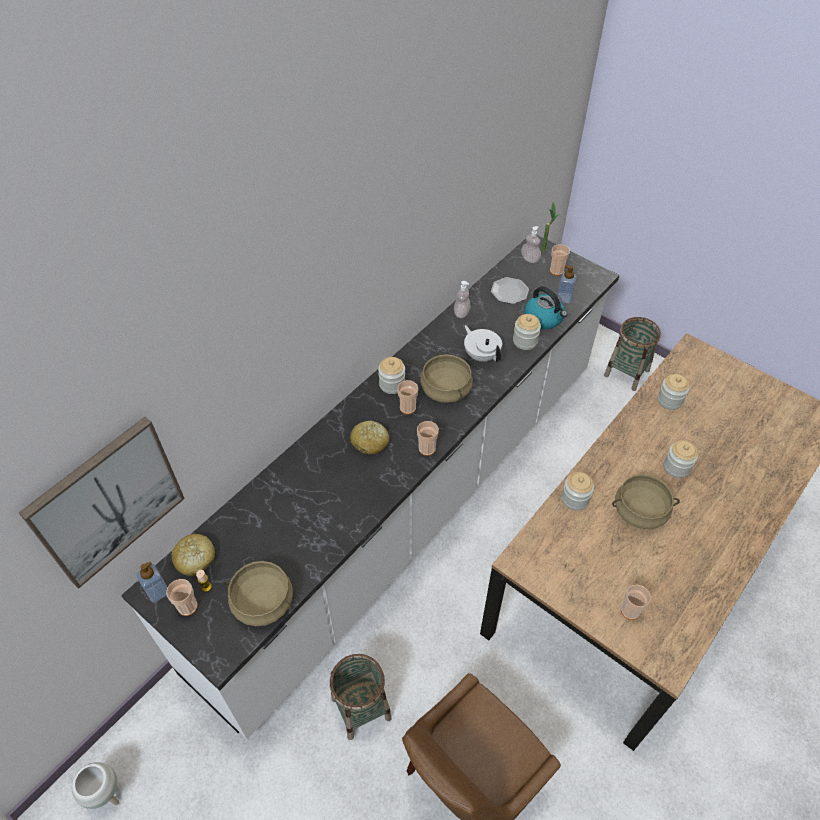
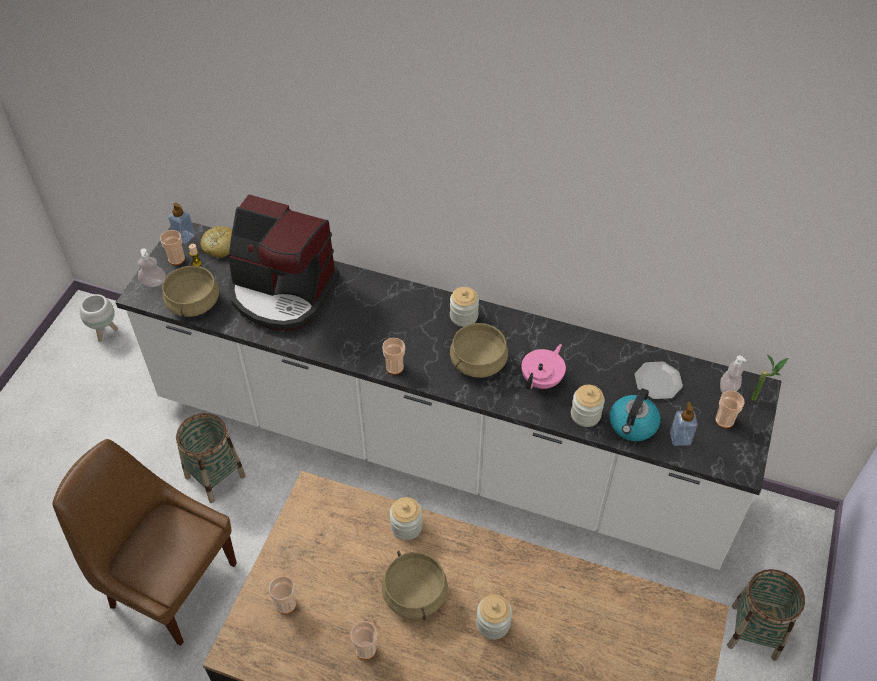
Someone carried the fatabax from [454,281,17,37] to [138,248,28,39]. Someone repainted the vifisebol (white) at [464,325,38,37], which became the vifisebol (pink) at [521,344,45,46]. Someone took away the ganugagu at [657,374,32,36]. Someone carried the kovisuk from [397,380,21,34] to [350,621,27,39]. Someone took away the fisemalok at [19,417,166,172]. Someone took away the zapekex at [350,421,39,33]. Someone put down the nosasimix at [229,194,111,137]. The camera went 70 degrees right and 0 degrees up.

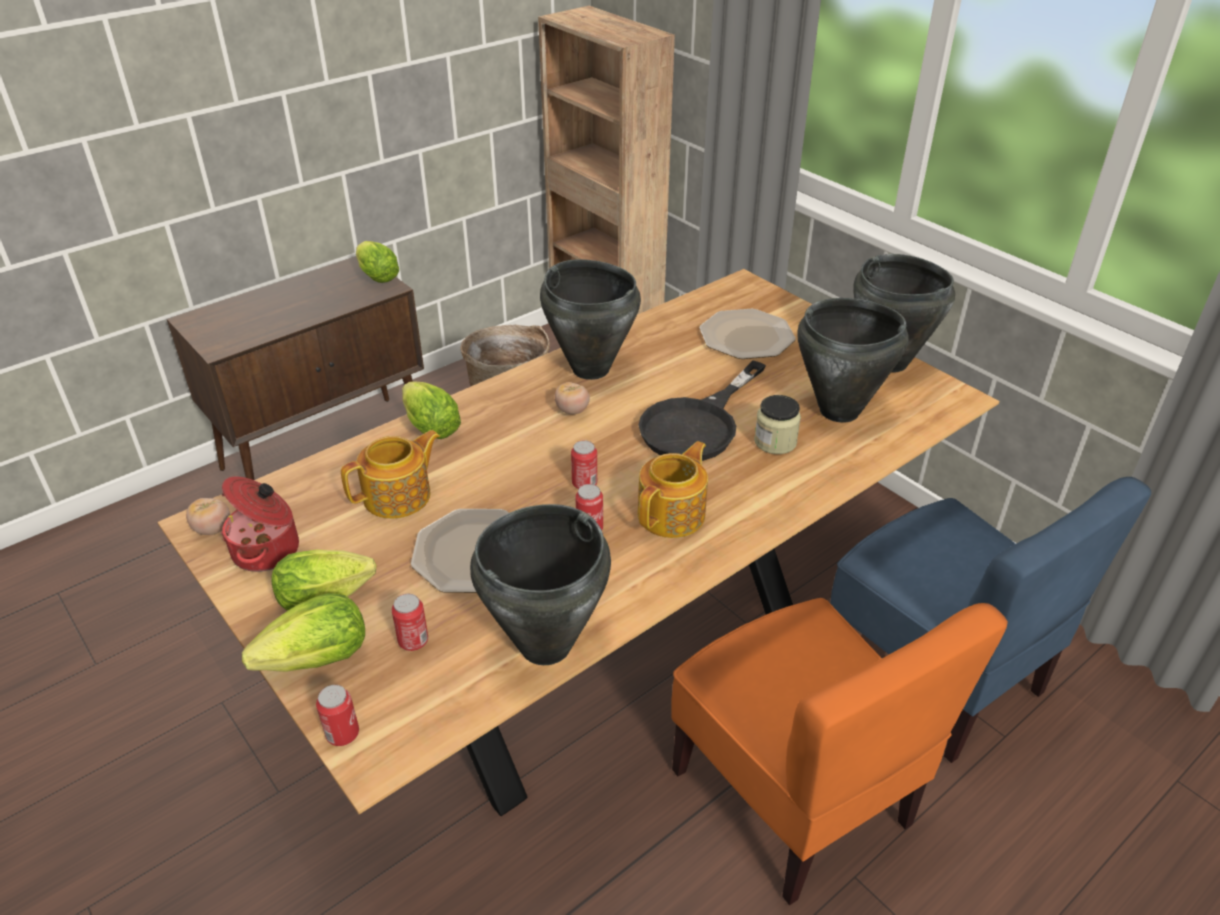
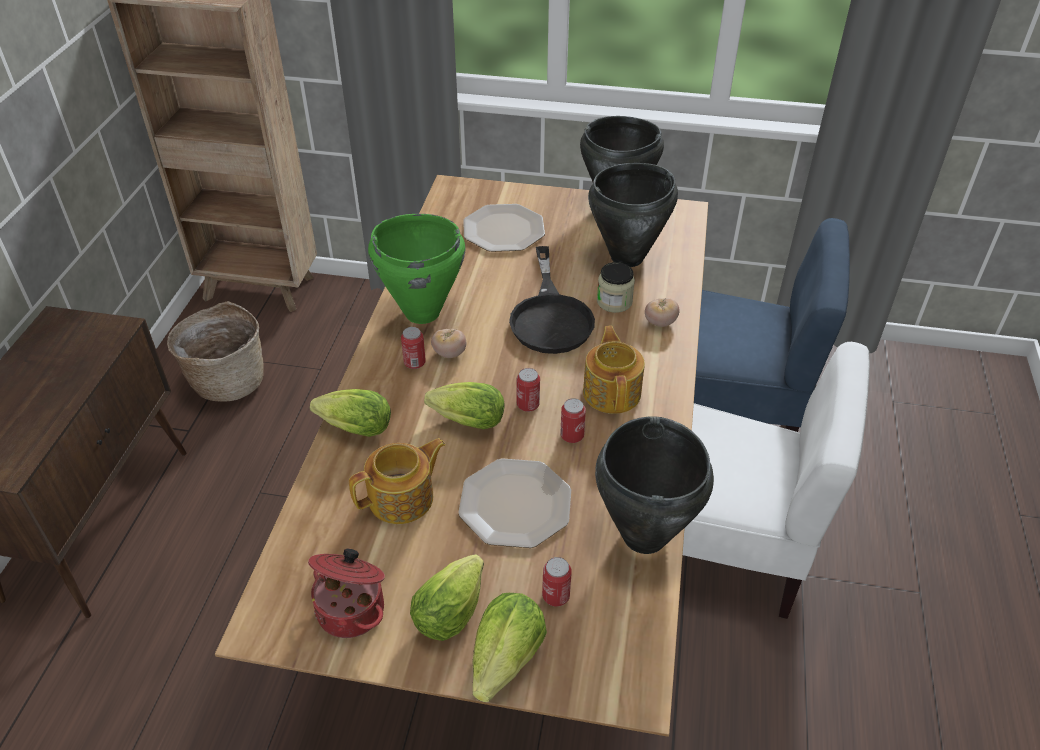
Someone carried the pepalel from [356,241,43,42] to [424,382,80,47]. Someone repainted the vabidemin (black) at [540,259,101,121], which became the vabidemin (green) at [368,214,98,110]. Someone rotated the vifisebol at [341,430,99,89] by 45 degrees clockwise. Someone carried the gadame from [186,498,44,37] to [645,298,35,29]. Someone repainted the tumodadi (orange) at [671,598,337,307], which became the tumodadi (white) at [683,342,187,277]. Someone carried the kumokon from [316,685,43,61] to [401,327,25,42]. The camera went 40 degrees left and 5 degrees up.

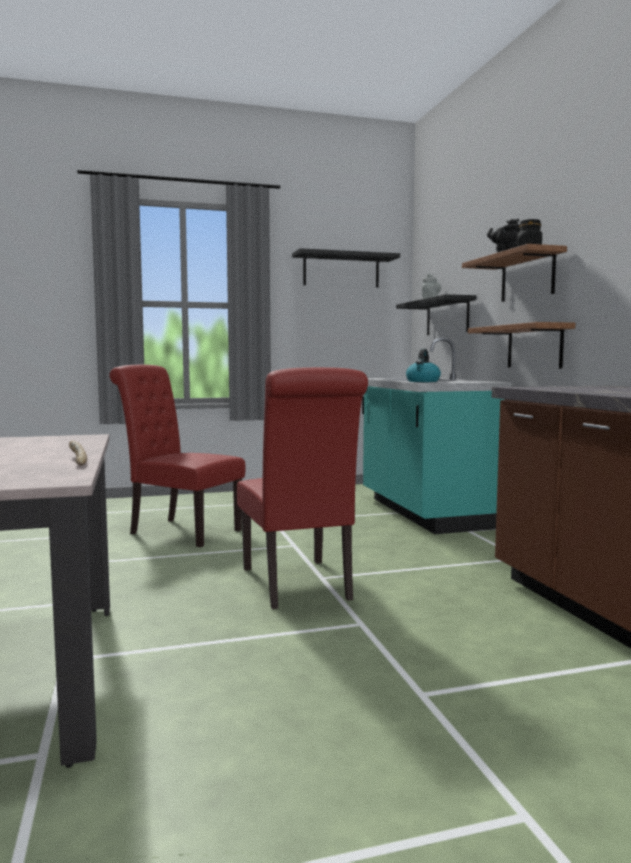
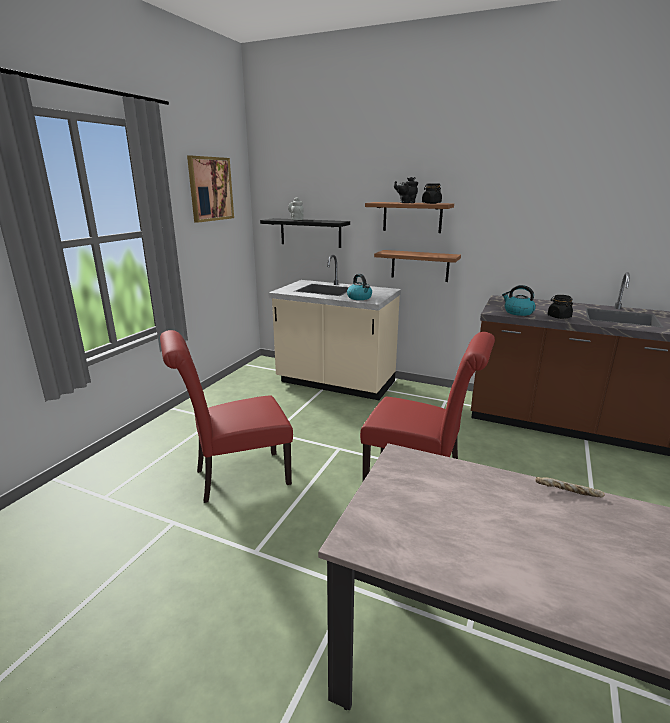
Someone swapped the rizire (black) at [292,248,108,40] for the fisemalok at [187,156,47,67]. Someone repainted the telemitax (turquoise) at [362,338,149,196], which became the telemitax (beige) at [268,255,133,145]. Someone put down the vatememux at [502,285,34,31]. Someone put down the ganugagu (black) at [548,295,25,24]. The camera went 50 degrees left and 15 degrees up.

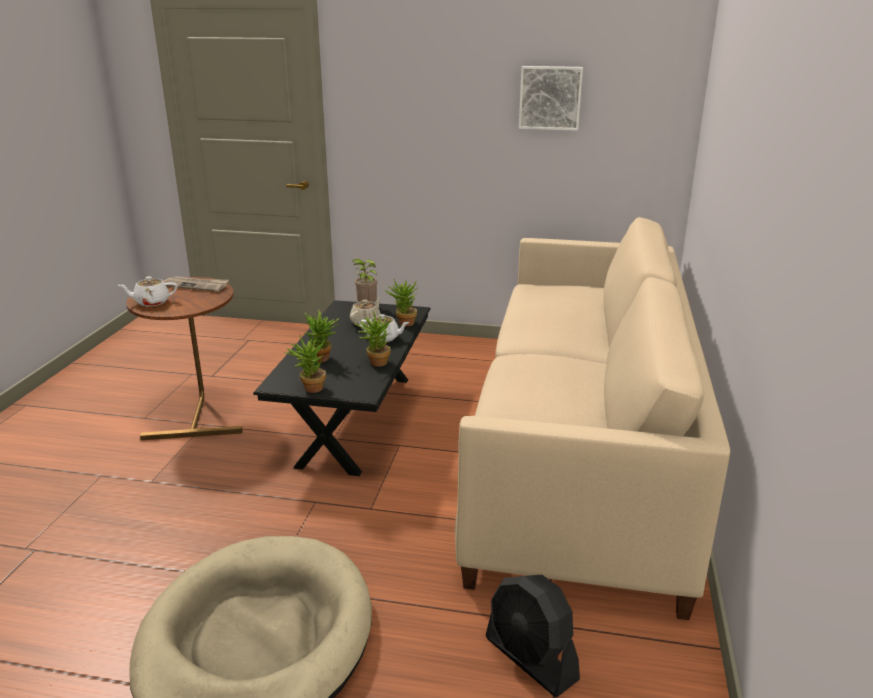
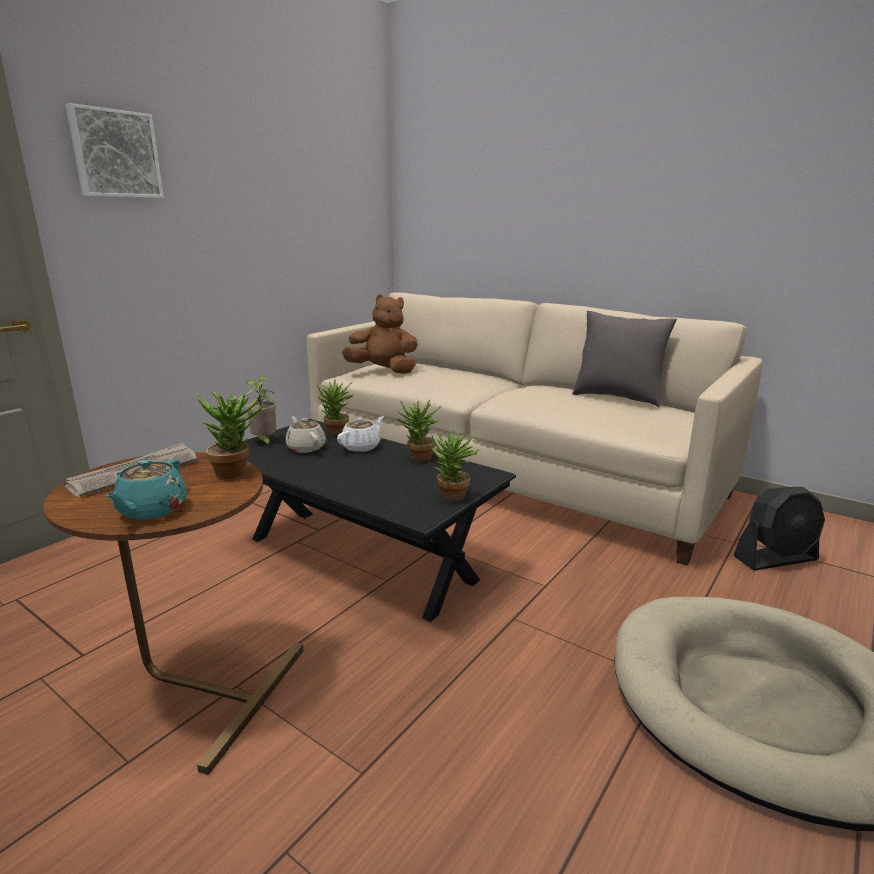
Someone carried the fisemalok from [519,66,64,65] to [65,103,99,95]. Someone repainted the vifisebol (white) at [118,276,59,30], which became the vifisebol (turquoise) at [105,459,82,61]. Someone carried the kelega from [305,310,35,53] to [196,392,69,87]. Someone put down the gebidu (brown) at [342,294,76,80]. Someone put down the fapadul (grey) at [572,311,105,96]. The camera went 65 degrees left and 5 degrees down.

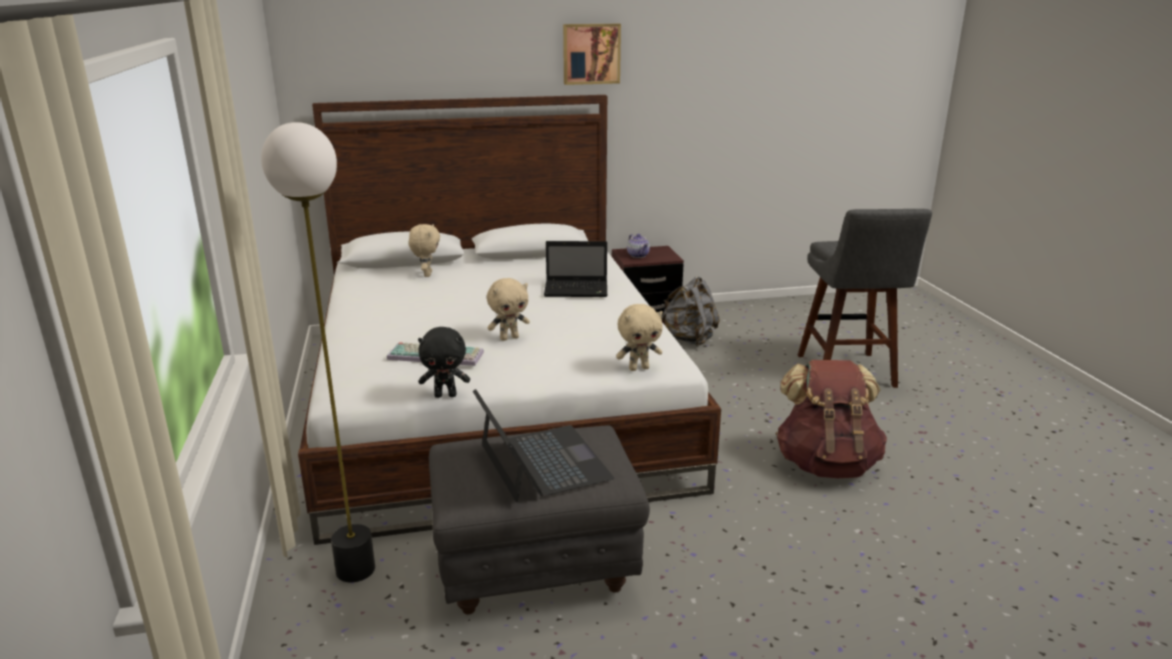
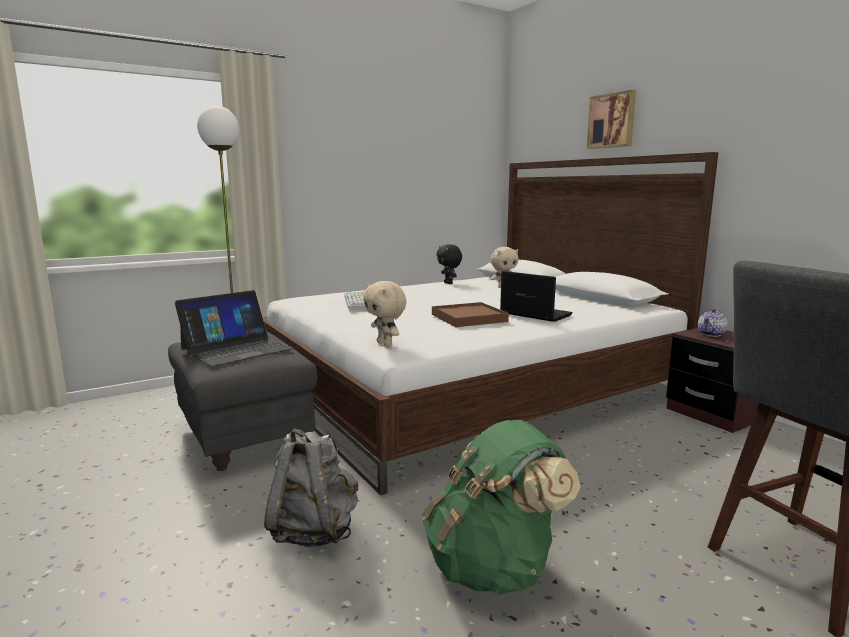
Someone carried the fisemalok from [563,24,58,61] to [587,90,49,59]. Someone rotated the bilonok at [544,241,63,56] by 150 degrees clockwise. Someone carried the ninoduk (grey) from [661,277,59,69] to [264,428,94,119]. Someone took away the gebidu (beige) at [487,278,43,63]. Someone carried the gebidu (black) from [418,327,52,71] to [436,244,26,40]. Someone repainted the ninoduk (brown) at [775,360,112,118], which became the ninoduk (green) at [422,420,159,175]. Someone put down the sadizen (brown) at [432,302,77,25]. The camera went 70 degrees right and 10 degrees down.

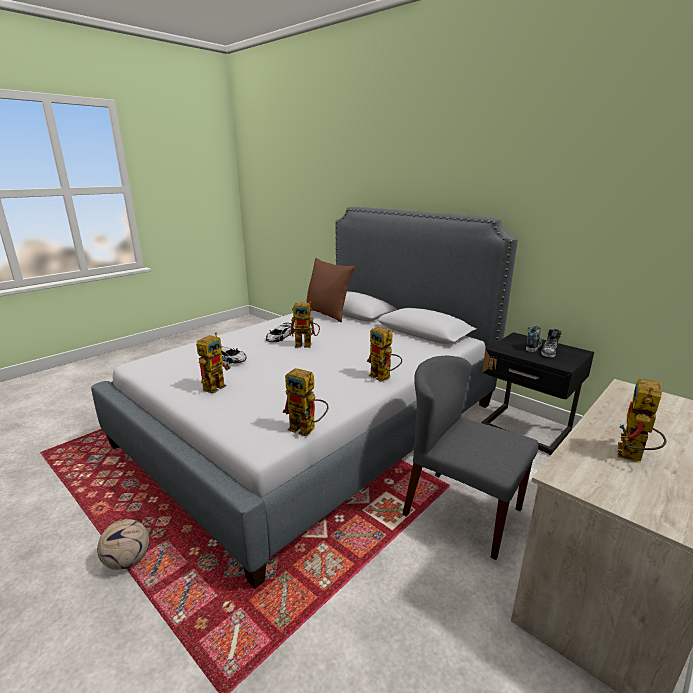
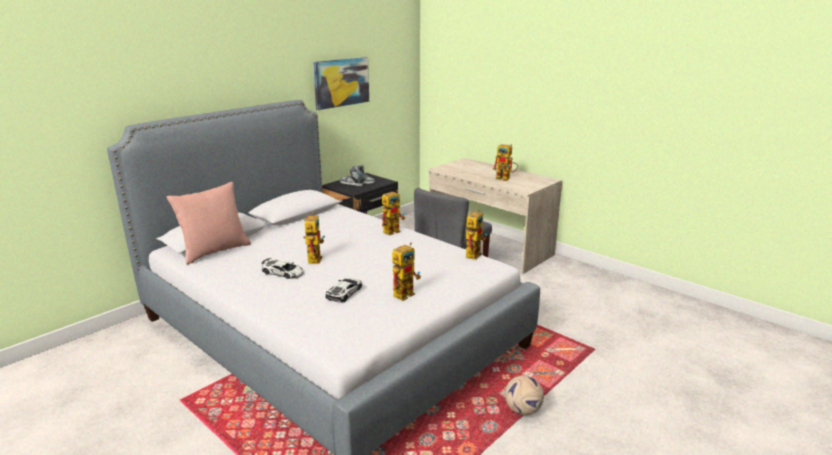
Someone repainted the fapadul (brown) at [306,258,49,64], which became the fapadul (pink) at [167,182,84,83]. Someone rotated the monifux at [196,332,35,62] by 105 degrees clockwise. Someone put up the fisemalok at [313,57,56,53]. The camera went 90 degrees left and 0 degrees up.

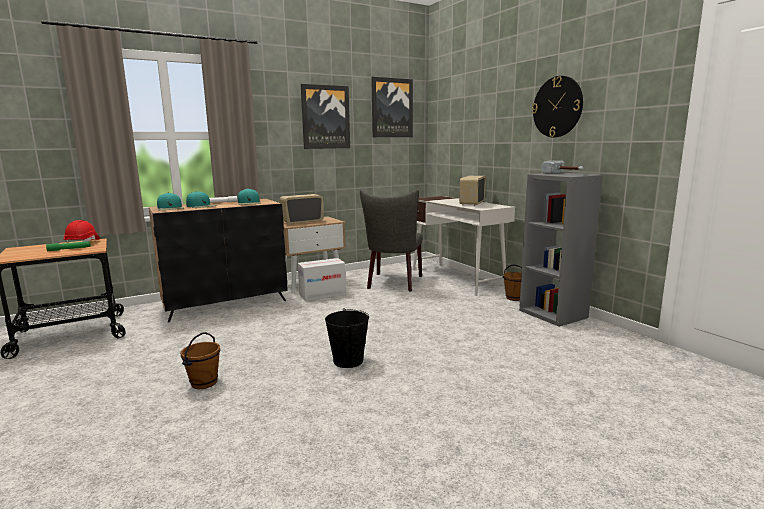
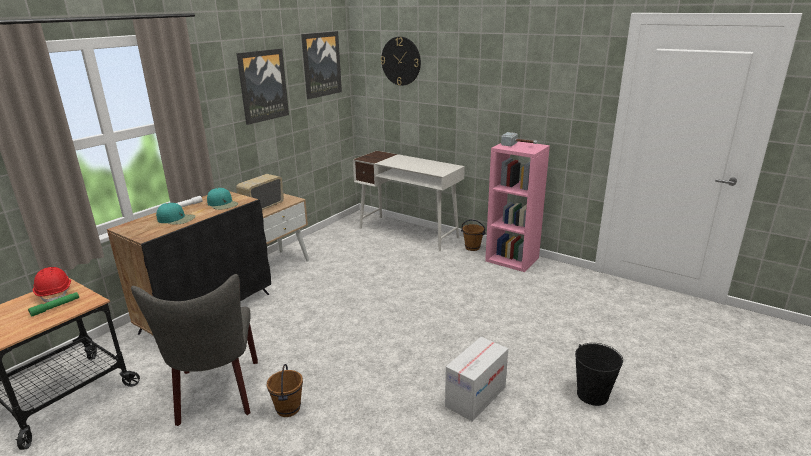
Someone carried the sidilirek from [532,76,51,61] to [381,37,40,49]. Someone repainted the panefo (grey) at [519,173,84,154], which became the panefo (pink) at [485,141,65,131]. Someone took away the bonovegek at [459,176,27,30]. Someone carried the tumodadi (grey) from [360,189,63,103] to [131,274,127,152]. Someone took away the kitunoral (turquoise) at [157,193,27,17]. Someone carried the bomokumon from [298,258,48,43] to [445,337,63,85]. Someone carried the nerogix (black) from [325,308,44,60] to [575,343,48,63]. The camera went 25 degrees left and 10 degrees up.

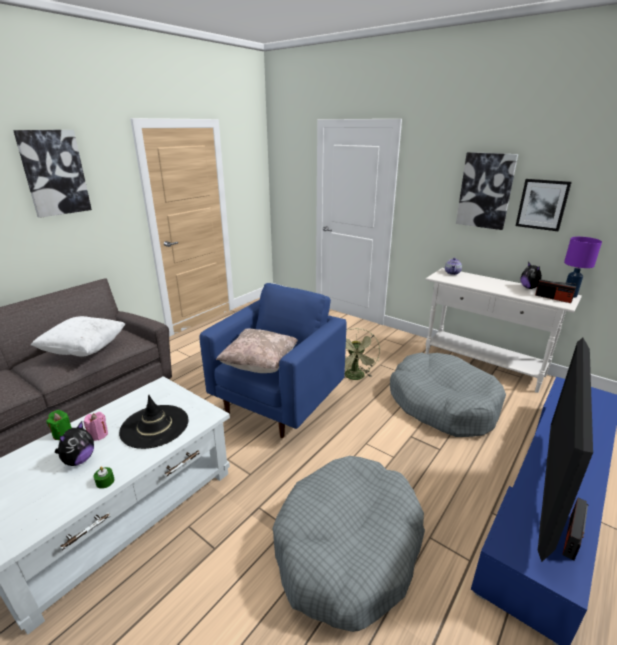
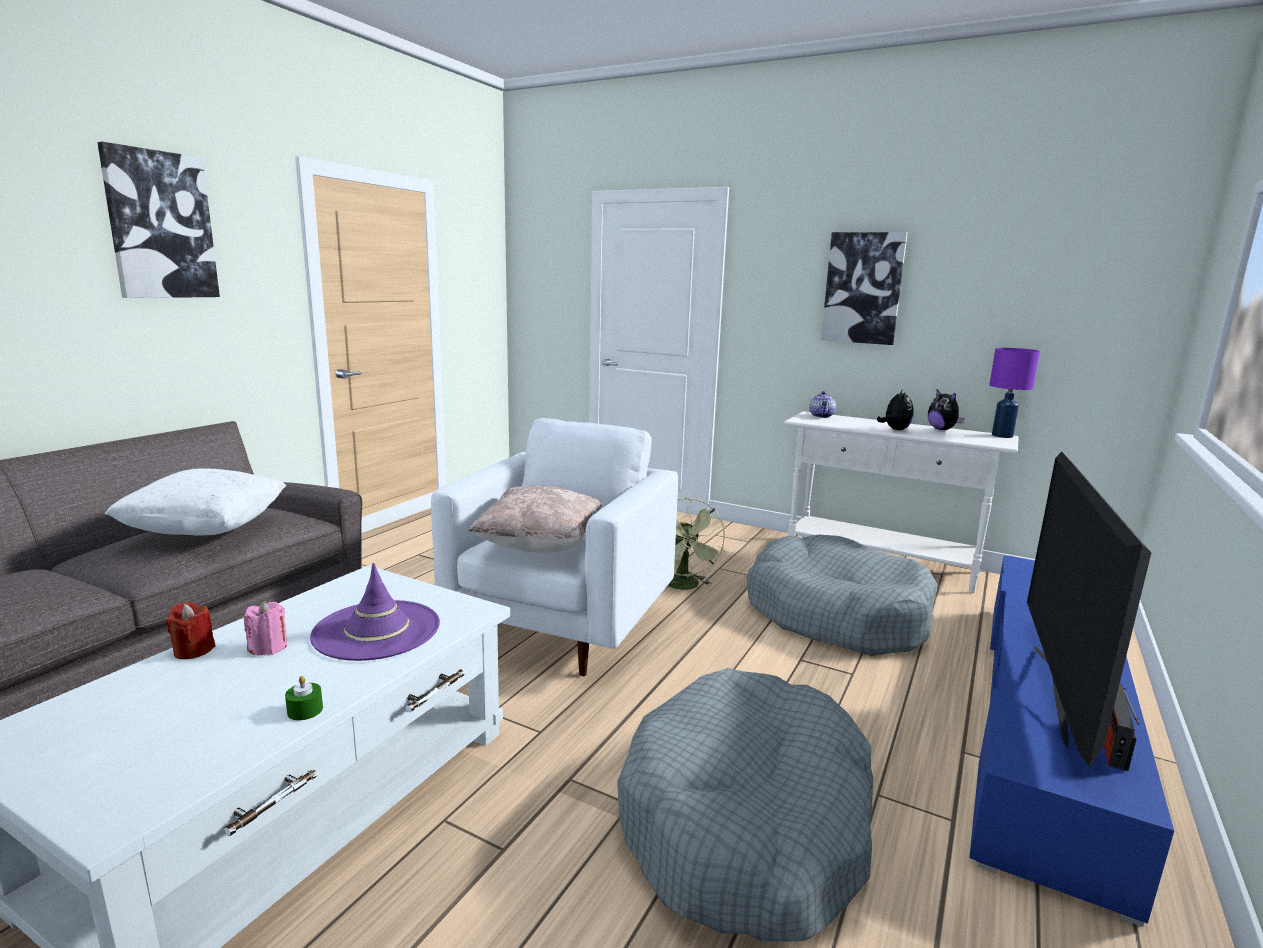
Someone took away the fisemalok at [516,179,56,52]. Someone took away the bonovegek at [535,279,41,24]. Someone repainted the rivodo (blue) at [200,283,147,155], which became the rivodo (white) at [431,418,247,258]. Someone repainted the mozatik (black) at [119,395,69,54], which became the mozatik (purple) at [310,563,130,98]. Someone repainted the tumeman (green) at [46,410,26,30], which became the tumeman (red) at [166,602,49,57]. Someone carried the gebidu from [55,421,39,45] to [877,390,37,40]. The camera went 10 degrees left and 10 degrees down.

